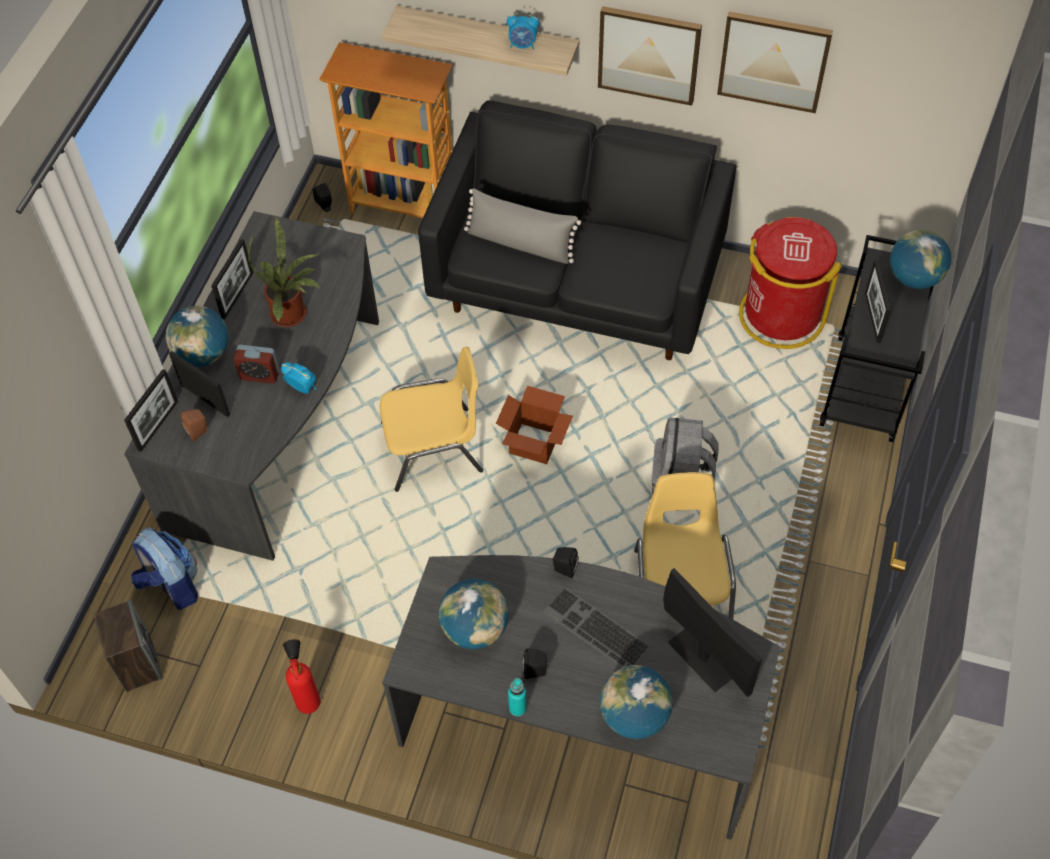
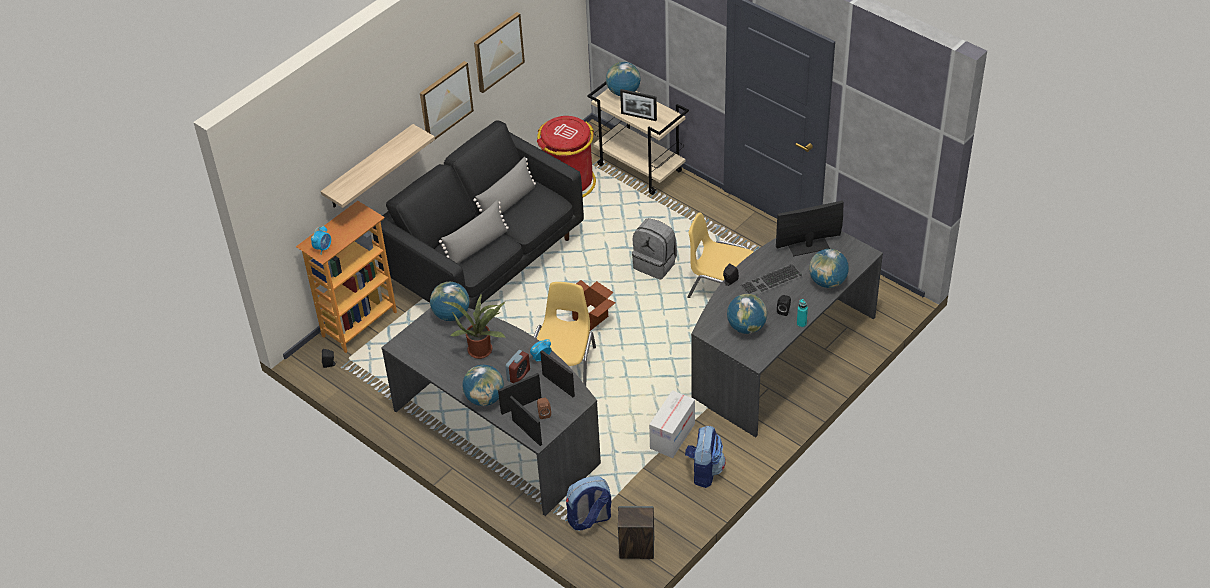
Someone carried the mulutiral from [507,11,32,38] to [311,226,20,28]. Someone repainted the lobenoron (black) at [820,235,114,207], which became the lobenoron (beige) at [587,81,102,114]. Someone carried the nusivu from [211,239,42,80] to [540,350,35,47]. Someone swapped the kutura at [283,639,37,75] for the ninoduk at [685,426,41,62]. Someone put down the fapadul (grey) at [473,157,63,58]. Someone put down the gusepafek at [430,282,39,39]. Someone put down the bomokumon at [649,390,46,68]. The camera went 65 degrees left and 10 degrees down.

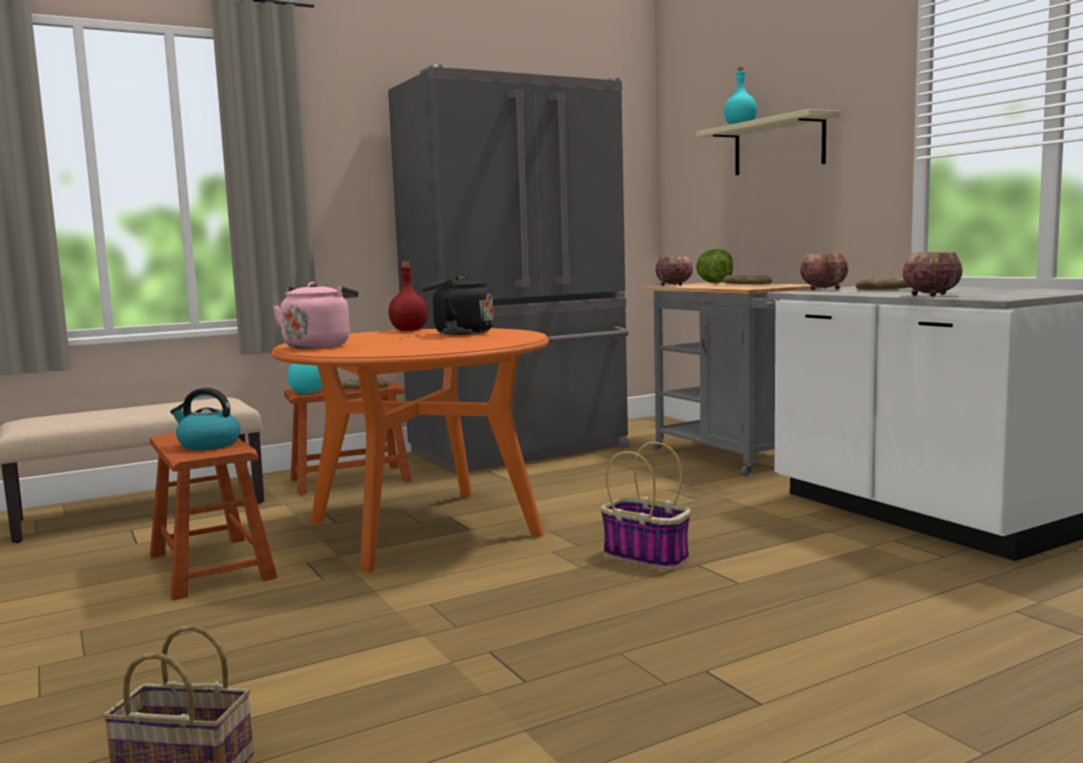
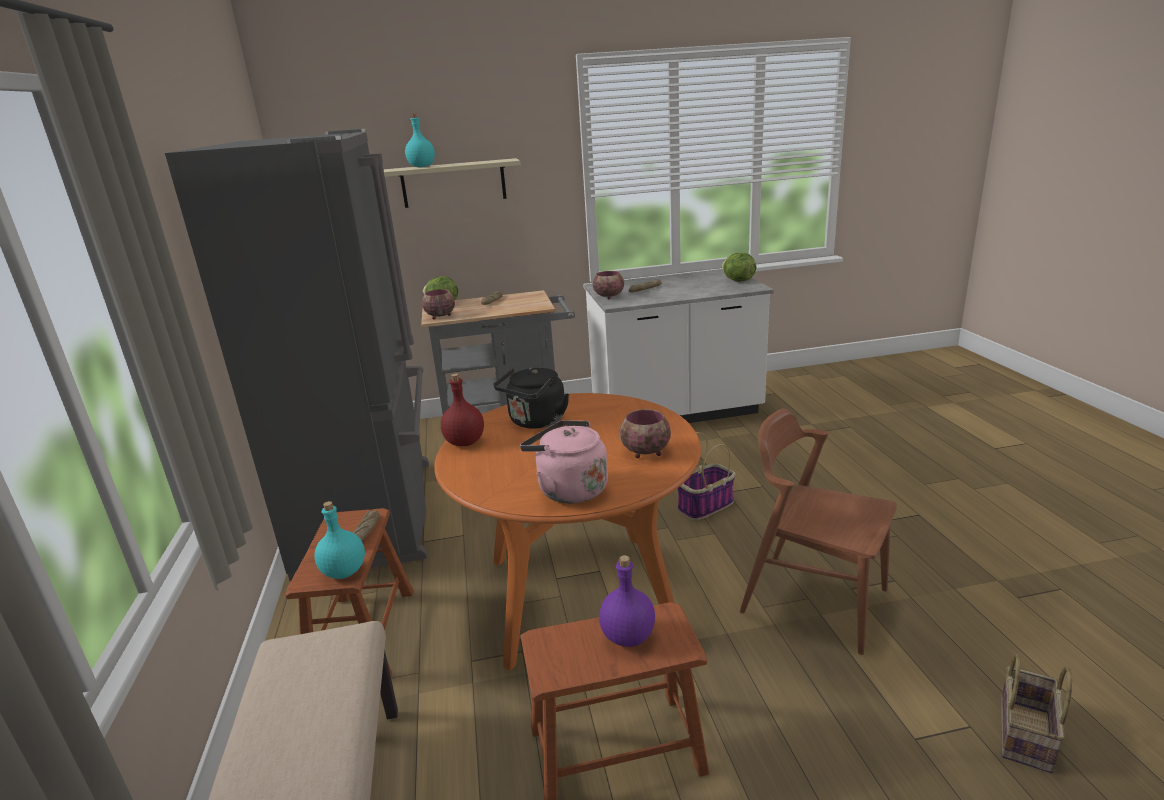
Someone carried the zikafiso from [903,252,59,44] to [620,409,51,49]. Someone swapped the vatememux at [170,388,70,62] for the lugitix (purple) at [599,555,56,92]. Someone put down the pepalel at [722,253,34,29]. Someone put down the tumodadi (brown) at [740,409,157,246]. The camera went 70 degrees left and 15 degrees up.

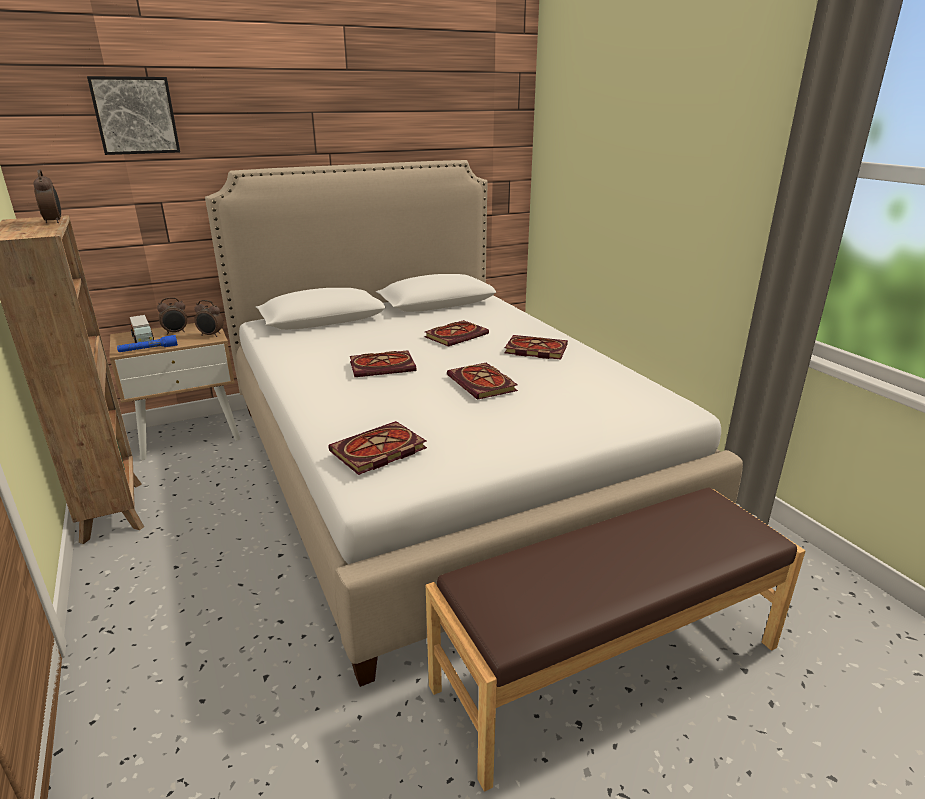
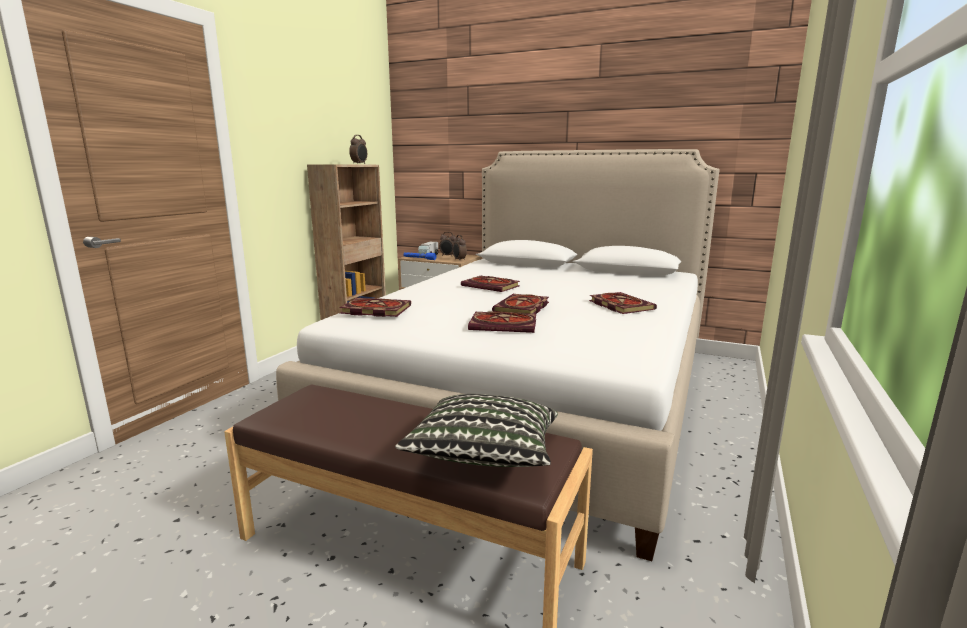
Someone took away the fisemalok at [87,76,93,79]. Someone carried the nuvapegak from [424,320,65,27] to [468,311,68,22]. Someone put down the fapadul at [395,394,163,73]. The camera went 50 degrees right and 10 degrees down.

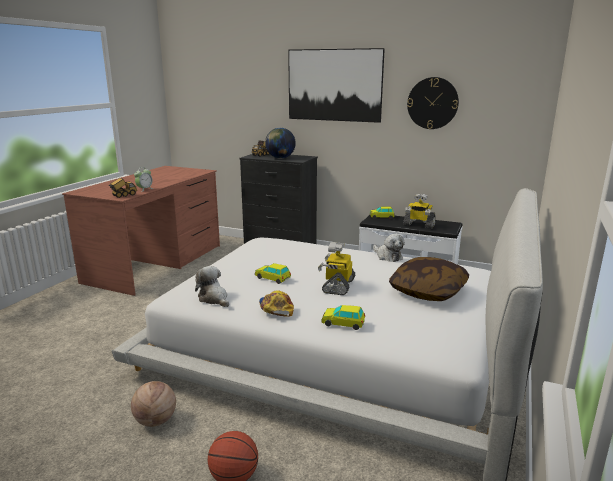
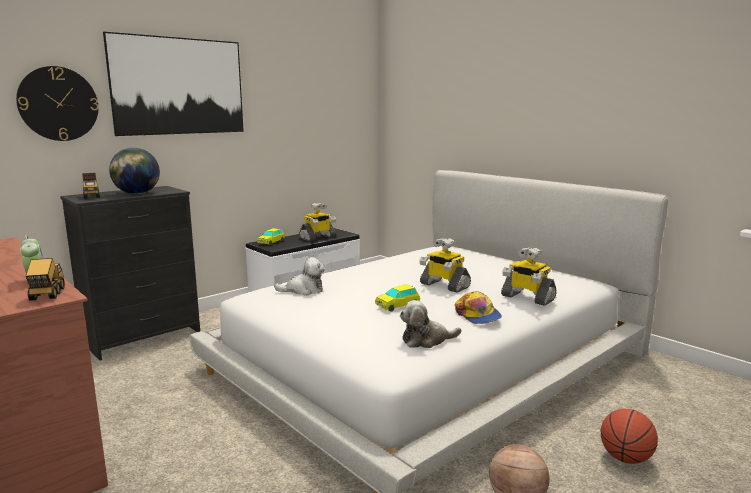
Someone carried the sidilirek from [407,77,52,52] to [16,66,83,75]. Someone carried the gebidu from [373,234,32,28] to [274,257,51,39]. Someone took away the fapadul at [389,257,80,44]. Someone rotated the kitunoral at [259,290,35,27] by 120 degrees counterclockwise. Someone swapped the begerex at [321,305,44,25] for the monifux at [501,247,56,59]. The camera went 65 degrees left and 5 degrees down.

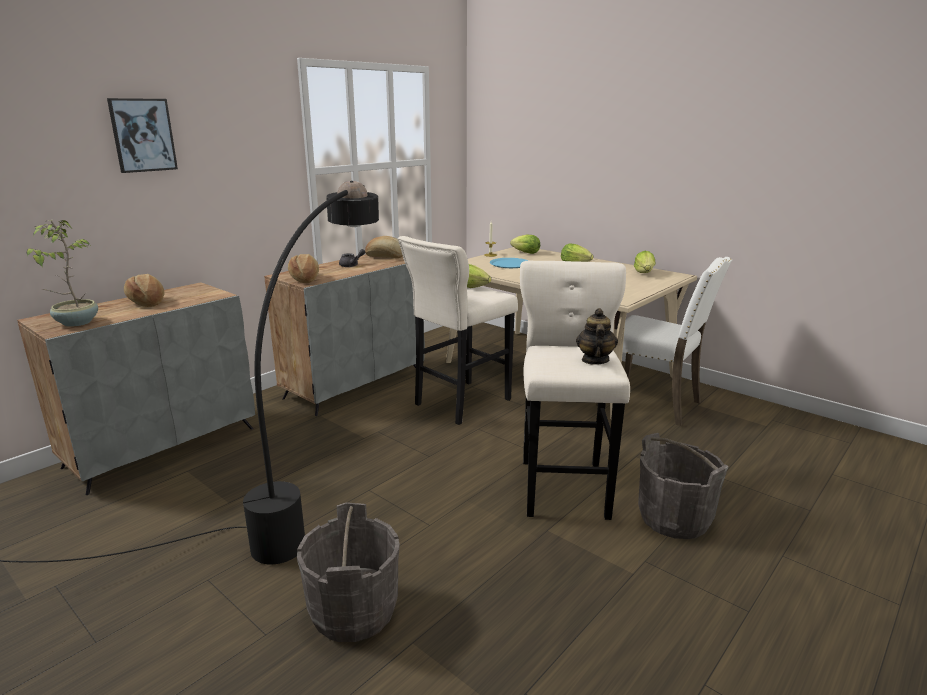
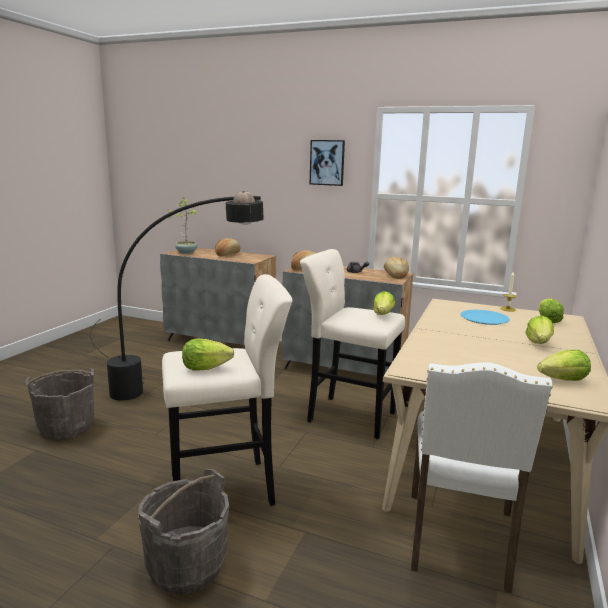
Someone carried the fisemalok from [107,98,71,75] to [310,140,35,46]. Someone swapped the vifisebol at [576,308,42,57] for the pepalel at [182,339,52,32]. The camera went 70 degrees right and 5 degrees down.

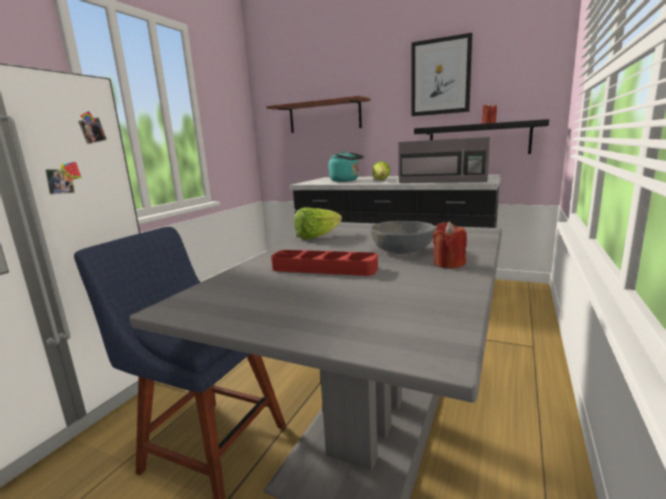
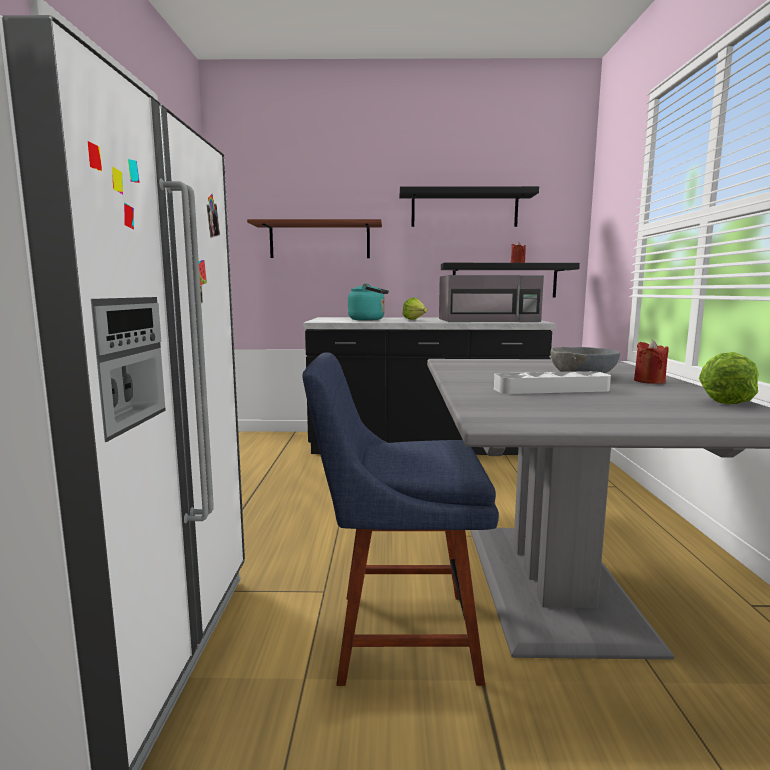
Someone swapped the fisemalok at [411,33,61,83] for the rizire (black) at [399,186,140,41]. Someone carried the pepalel from [294,207,48,32] to [699,352,60,52]. Someone repainted the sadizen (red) at [271,250,107,26], which became the sadizen (grey) at [494,371,117,23]. The camera went 25 degrees left and 5 degrees down.

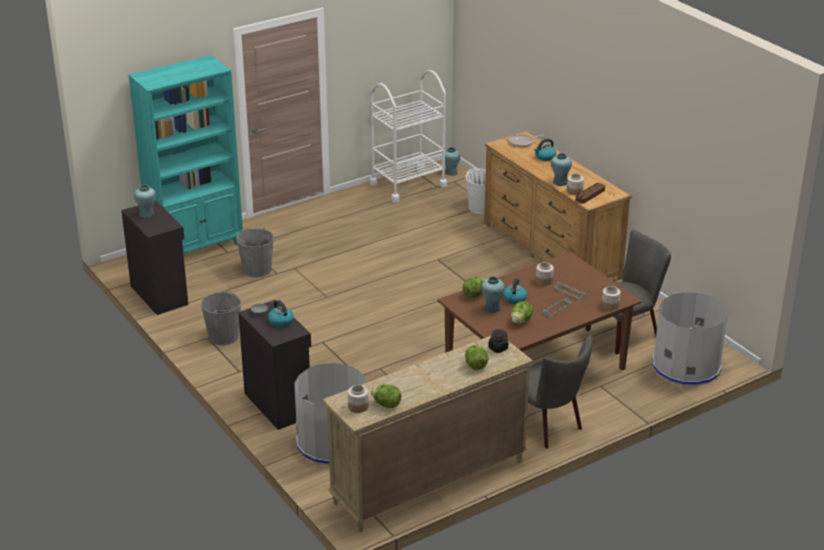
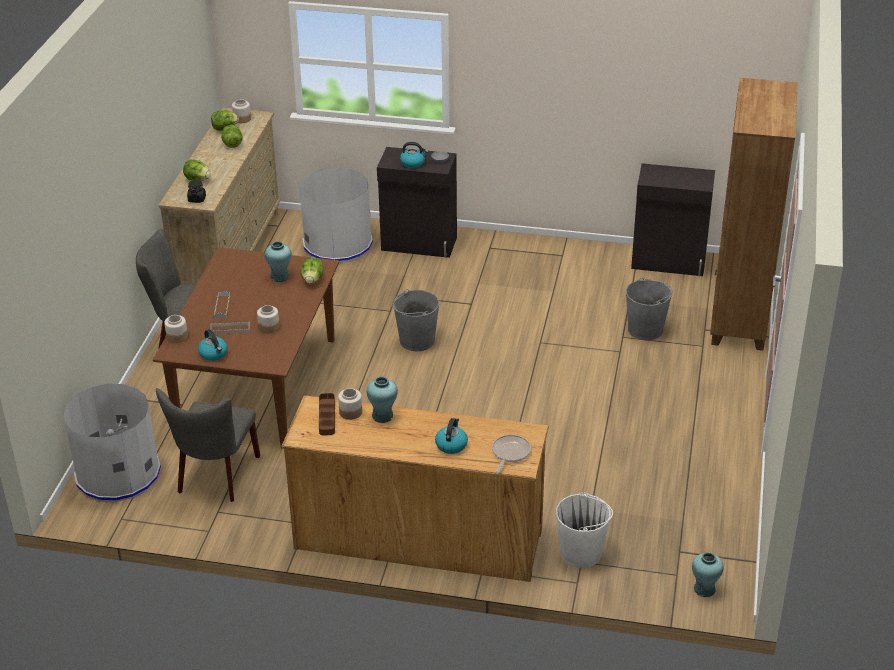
Someone repainted the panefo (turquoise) at [128,55,115,199], which became the panefo (brown) at [710,78,88,272]. Someone took away the lobenoron (white) at [369,70,78,132]. Someone took away the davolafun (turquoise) at [134,185,22,33]. Someone carried the vatememux from [503,278,24,26] to [198,329,30,32]. Someone carried the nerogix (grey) from [201,291,41,54] to [393,289,46,62]. Someone carried the pepalel from [511,301,22,23] to [221,125,22,23]. The camera went 135 degrees right and 5 degrees up.

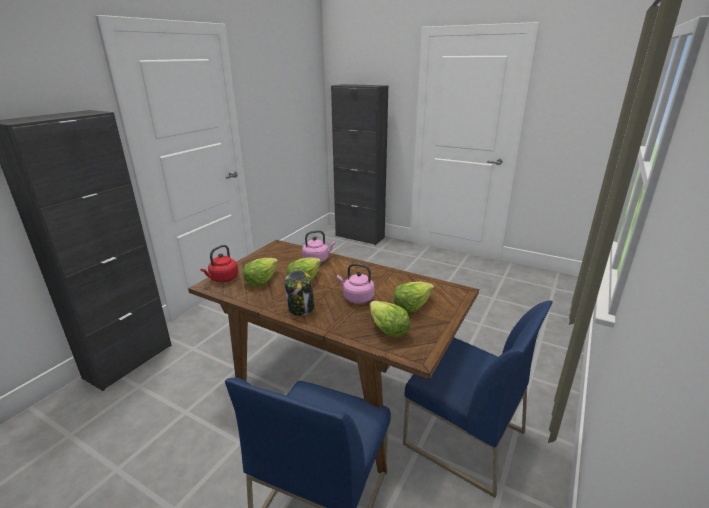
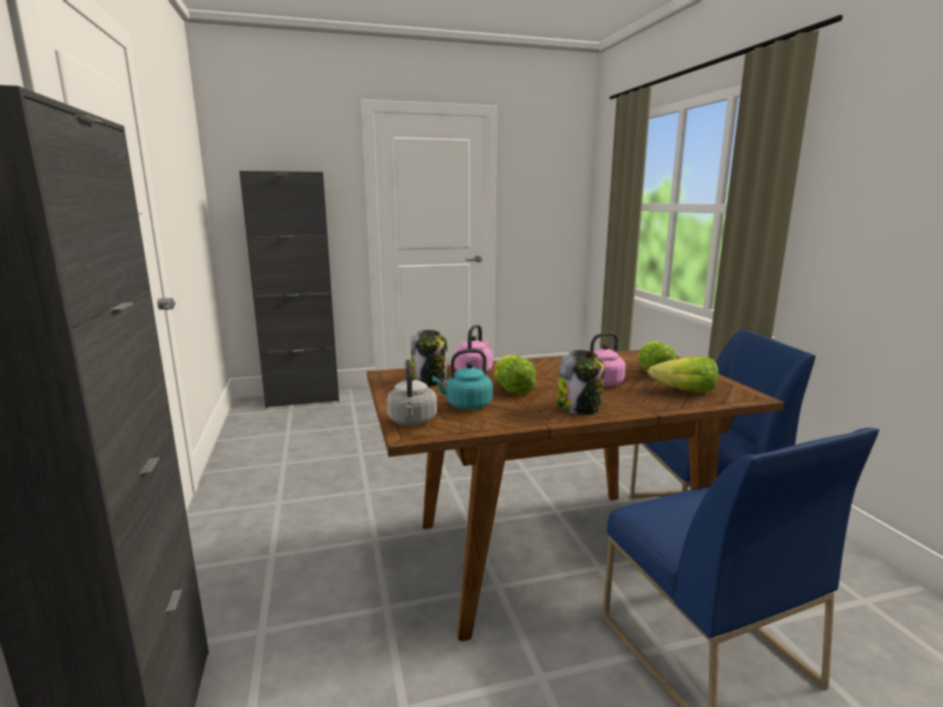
Someone repainted the vatememux (red) at [200,245,38,37], which became the vatememux (grey) at [387,360,50,65]. Someone swapped the pepalel at [243,258,35,28] for the vatememux (turquoise) at [432,349,61,60]. Someone put down the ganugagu at [411,330,36,56]. The camera went 45 degrees left and 10 degrees down.

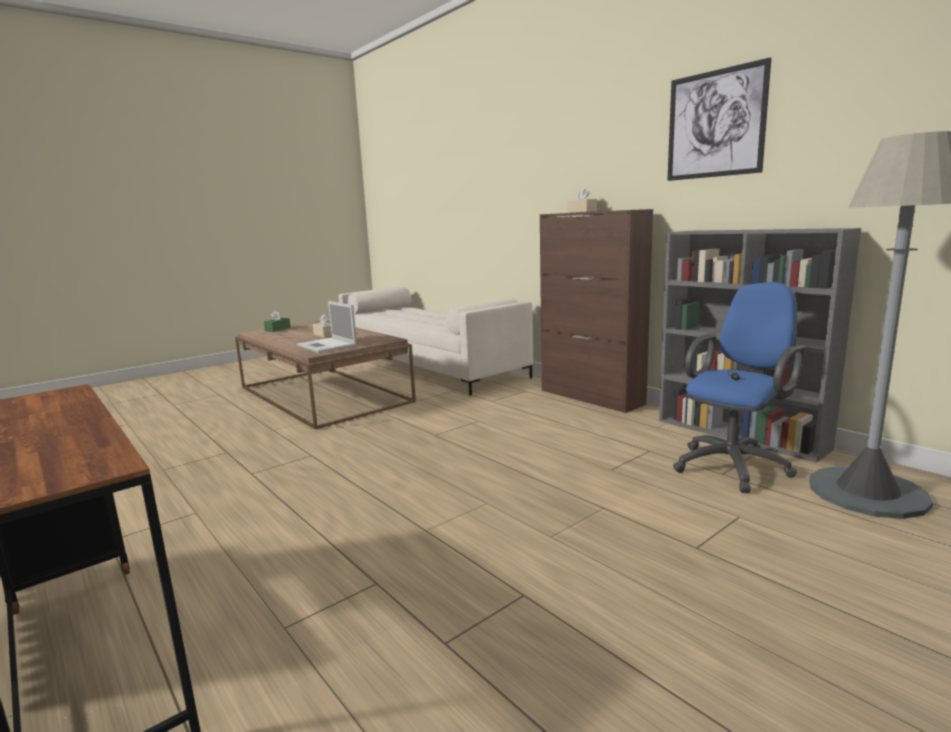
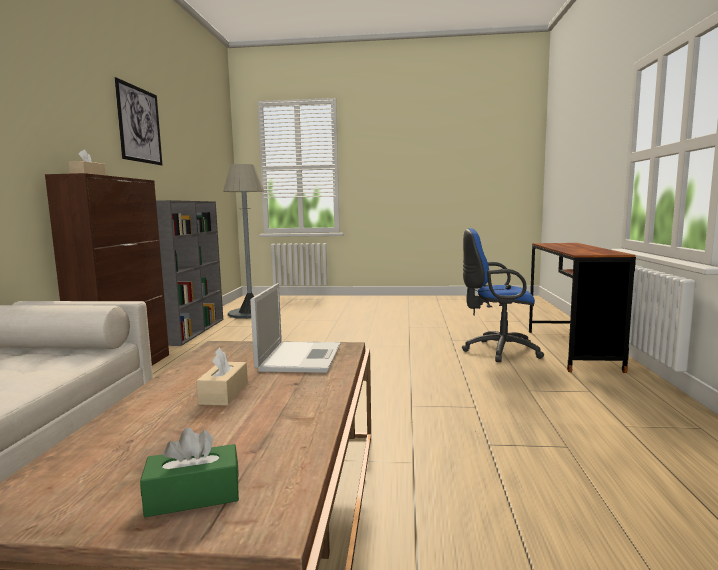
Someone carried the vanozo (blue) from [673,282,132,211] to [462,228,82,134]. The camera went 135 degrees left and 5 degrees down.

